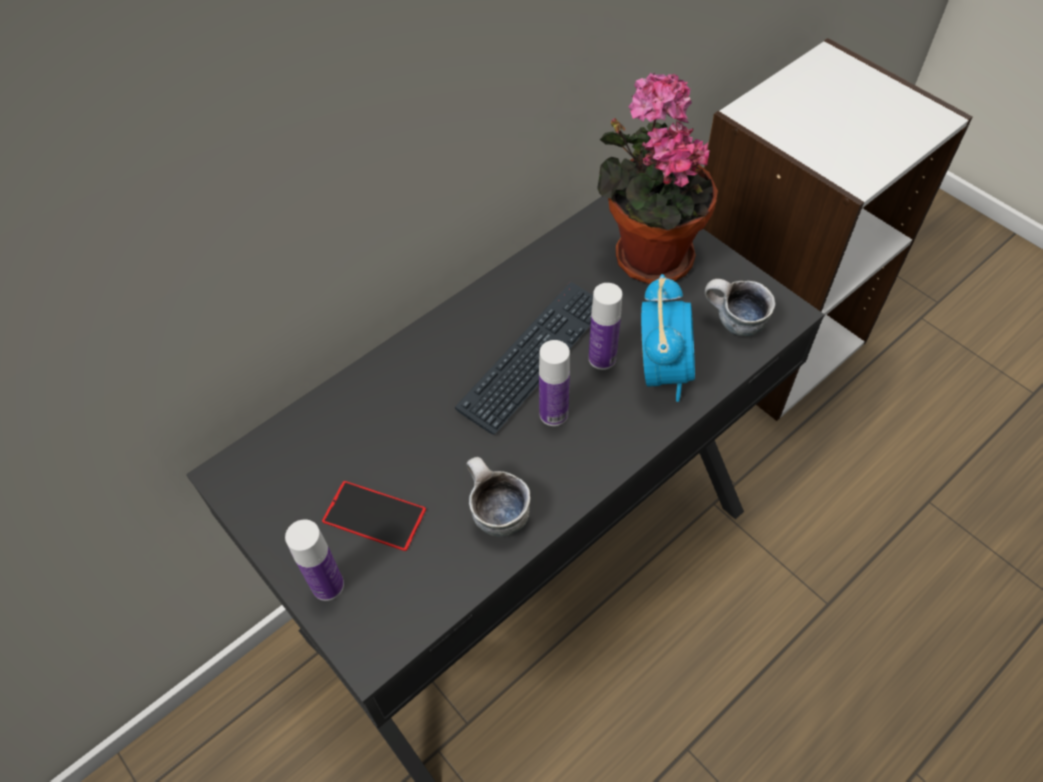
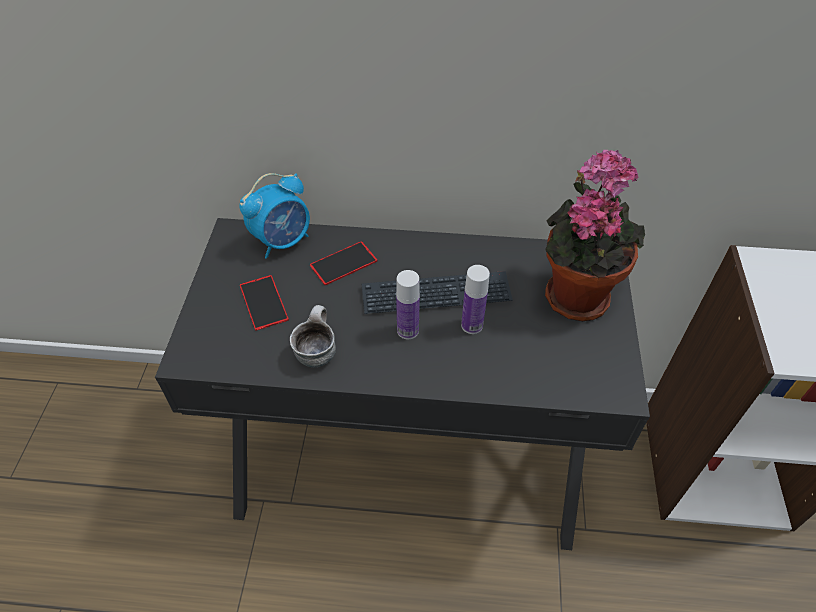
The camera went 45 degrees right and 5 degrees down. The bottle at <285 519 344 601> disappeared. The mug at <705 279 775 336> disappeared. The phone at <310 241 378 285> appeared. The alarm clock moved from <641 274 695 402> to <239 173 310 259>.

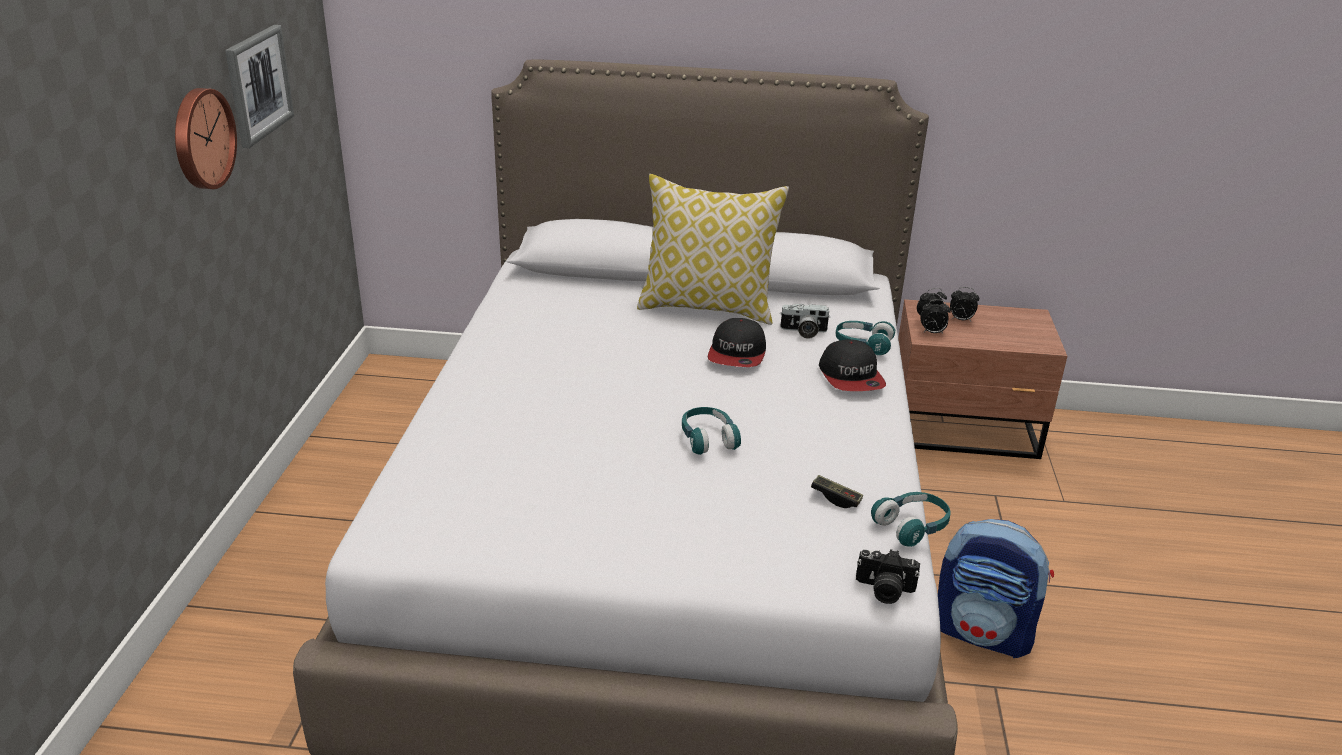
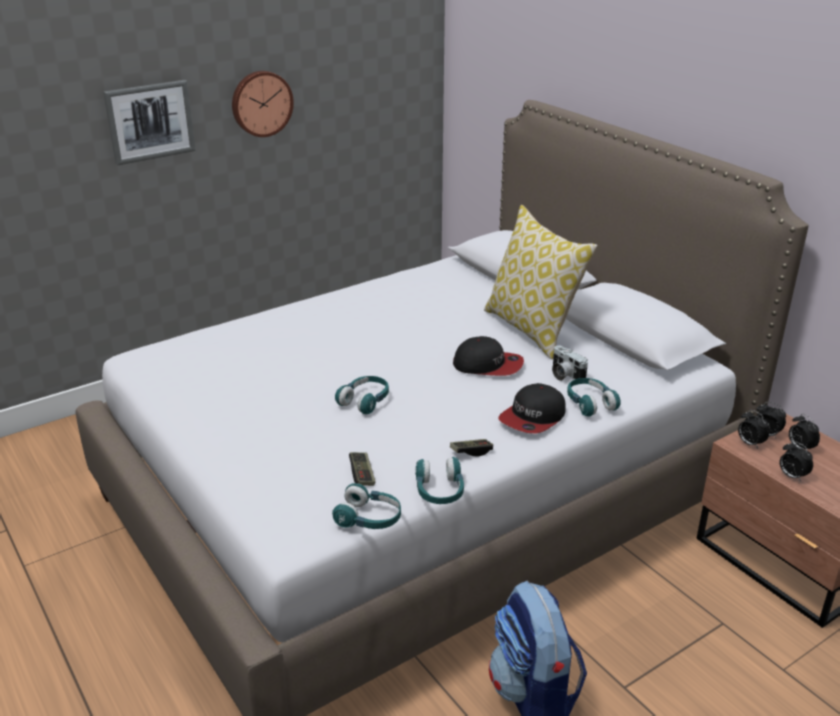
The camera went 50 degrees right and 0 degrees up. The photo camera at <856 549 920 604> disappeared. The turquoise headphones at <415 457 464 504> appeared. The game controller at <450 439 493 457> appeared. The alarm clock at <780 441 813 482> appeared. The picture moved from <225 25 294 148> to <103 80 196 165>. The cap at <708 318 766 367> turned 135 degrees counterclockwise.

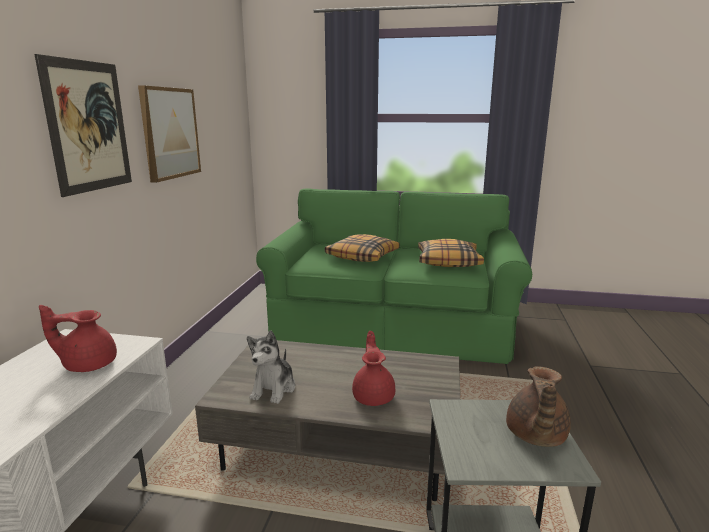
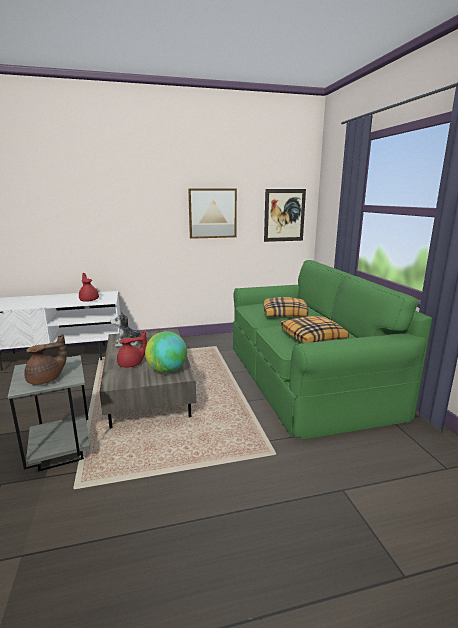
The camera went 65 degrees right and 0 degrees up. The globe at <145 331 187 373> appeared. The picture moved from <34 54 132 197> to <264 189 306 242>. The brown teapot at <506 366 571 447> turned 150 degrees clockwise.

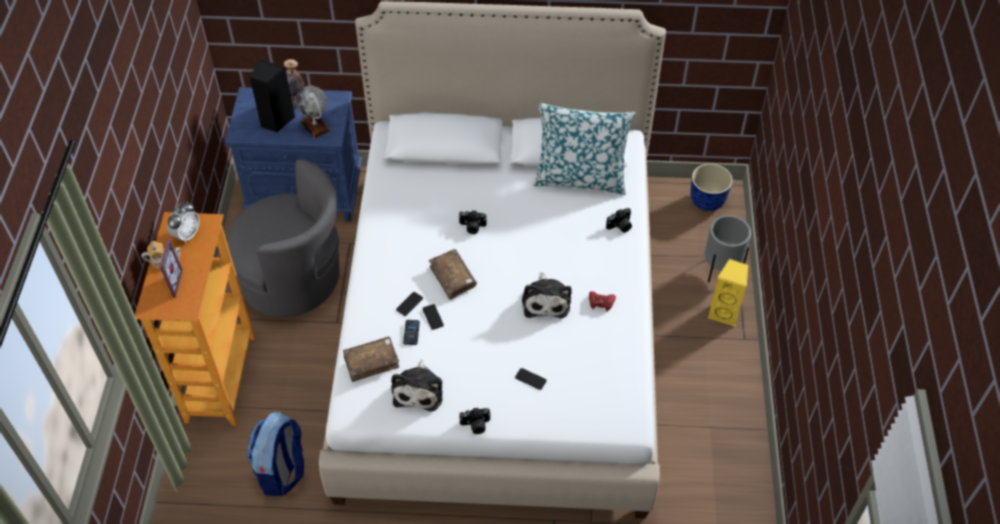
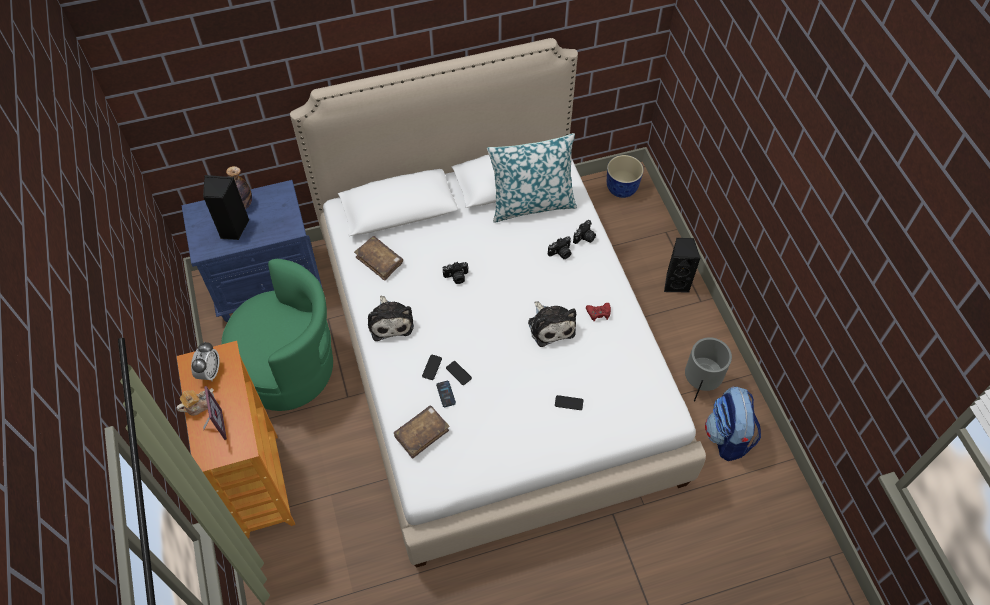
The camera went 20 degrees left and 5 degrees up. The globe at <295 86 331 139> disappeared. The backpack moved from <247 411 304 496> to <705 387 761 461>. The plush toy moved from <391 360 443 412> to <368 296 414 341>. The brown book moved from <429 249 477 300> to <354 236 403 281>. The photo camera moved from <459 408 491 434> to <548 236 572 259>. The grey planter moved from <705 215 751 283> to <685 337 732 401>. The grey armchair at <227 159 339 317> became the green armchair at <222 259 333 411>. The yellow speaker at <708 259 748 327> became the black speaker at <664 238 700 293>.

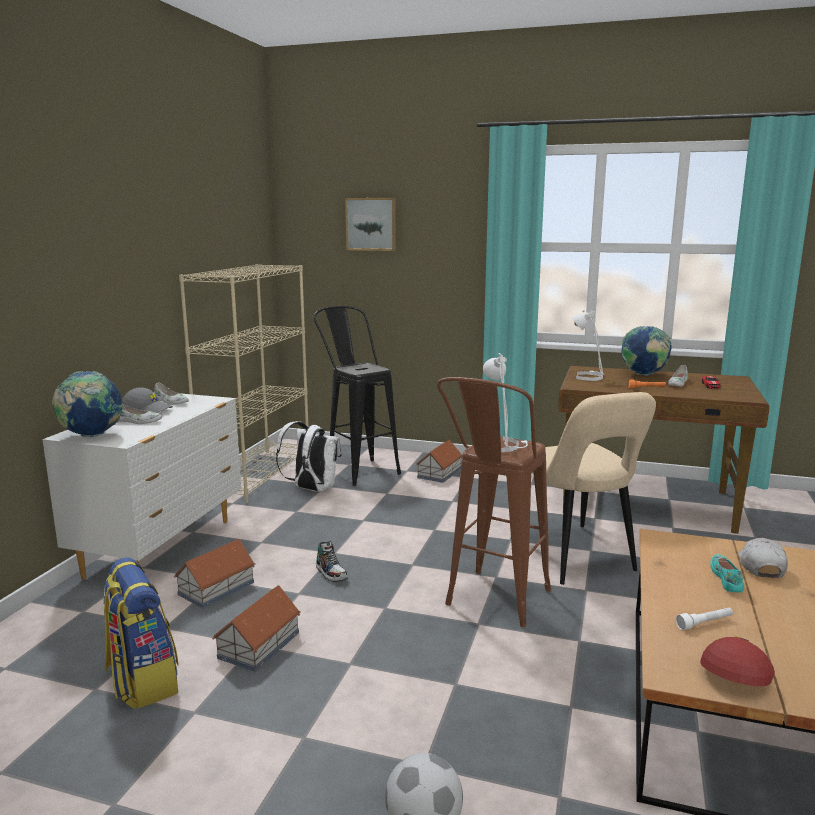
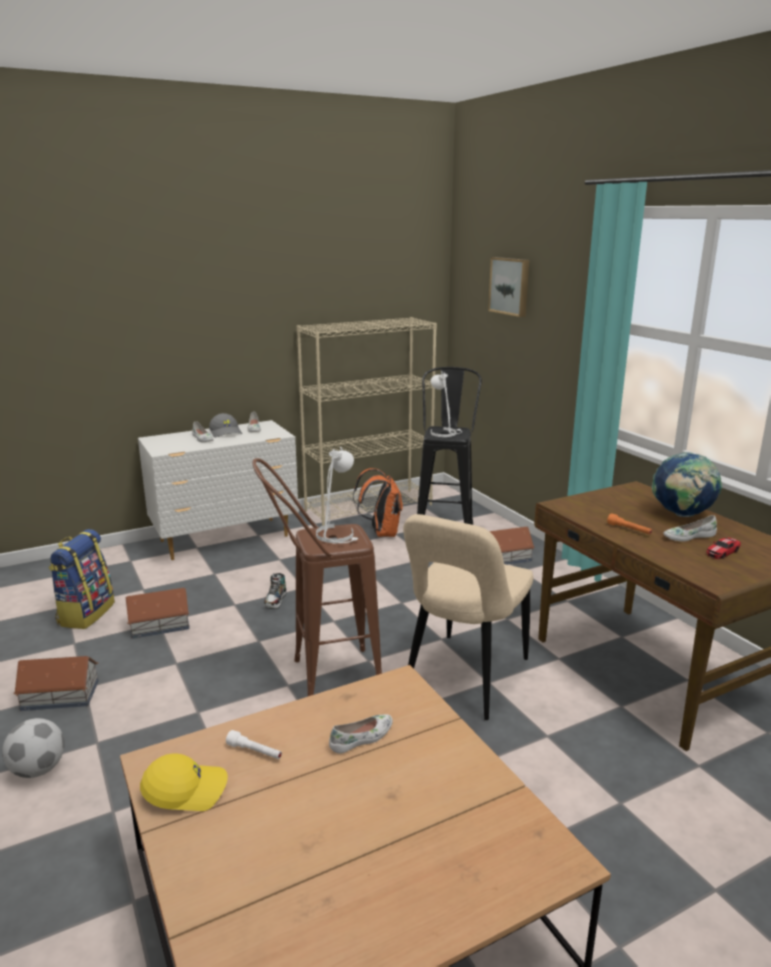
The camera went 45 degrees right and 5 degrees up. The globe at <52 371 123 437> disappeared. The white cap at <738 538 788 578> disappeared. The toy house moved from <174 539 255 608> to <14 656 99 711>. The white table lamp moved from <572 310 604 381> to <431 371 462 437>. The white backpack at <276 421 342 492> became the orange backpack at <353 468 403 537>. The red cap at <700 636 775 686> became the yellow cap at <140 754 228 811>. The turquoise shoe at <710 554 744 593> became the white shoe at <329 714 393 754>.

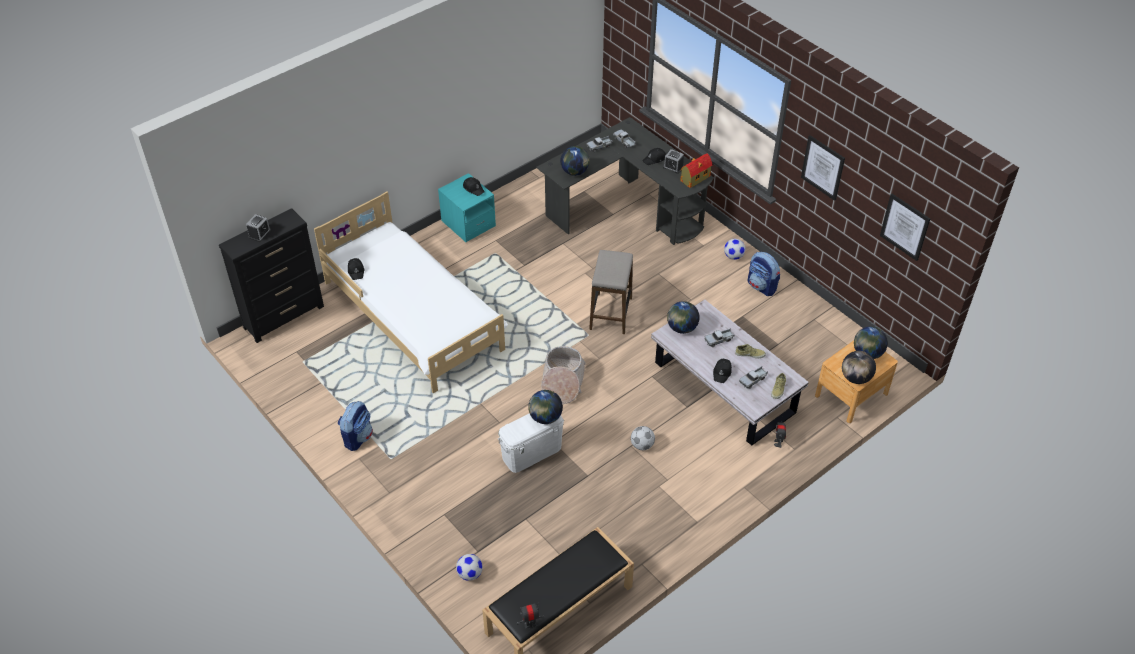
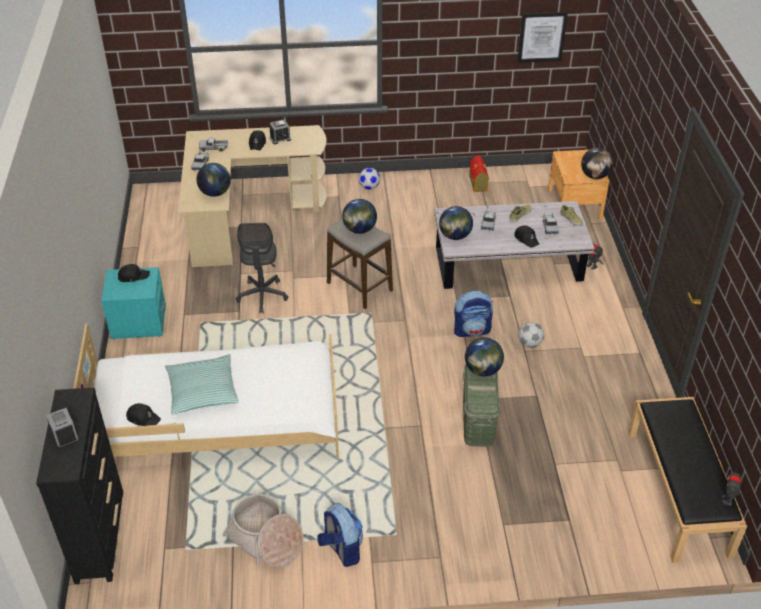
The camera went 55 degrees left and 5 degrees down. The football at <456 554 483 581> disappeared. The picture at <801 135 845 201> disappeared. The pillow at <165 354 239 415> appeared. The grey office chair at <236 223 288 313> appeared. The basket moved from <541 346 586 404> to <223 494 304 568>. The toy house moved from <680 153 712 188> to <469 155 489 192>. The backpack moved from <748 252 780 296> to <454 290 493 337>. The globe moved from <854 326 888 359> to <342 199 377 234>. The white storage box at <498 413 564 473> became the green storage box at <463 364 500 447>. The black desk at <536 117 714 245> became the beige desk at <178 125 327 267>.

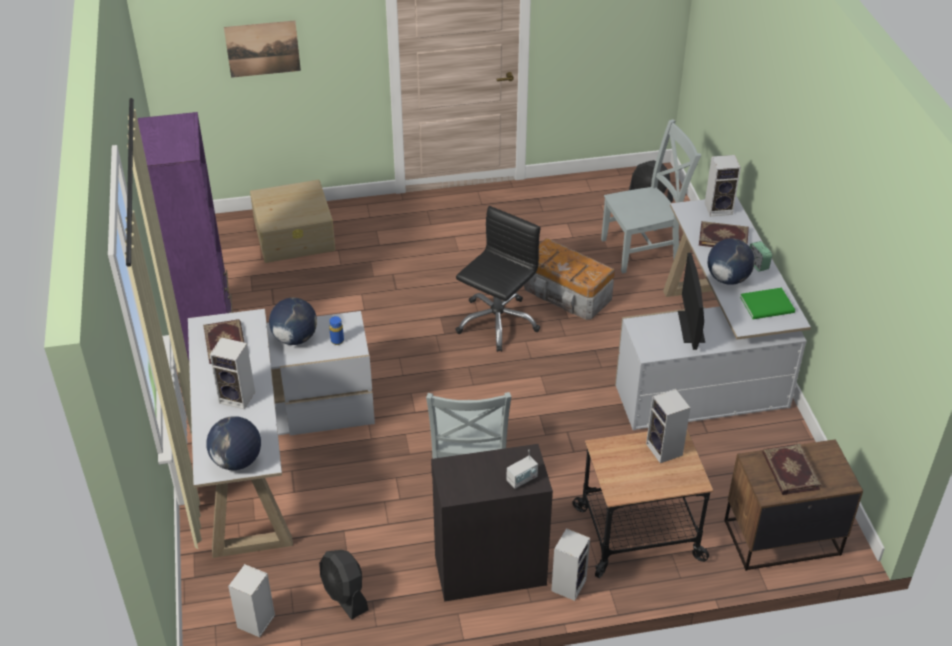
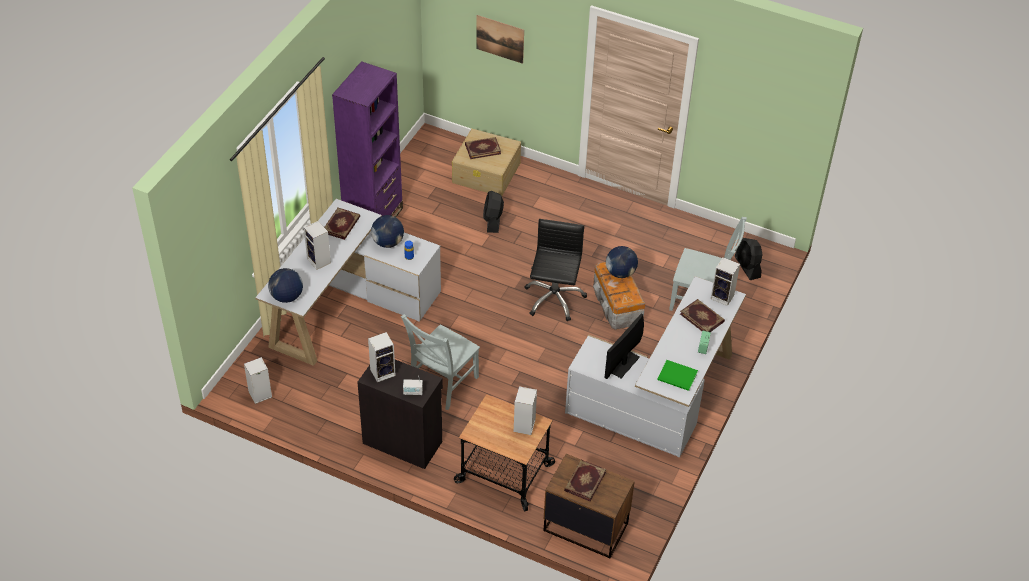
The camera went 35 degrees right and 5 degrees up. The book at <465 137 501 159> appeared. The black fan moved from <319 550 368 619> to <483 191 504 233>. The speaker moved from <551 528 590 601> to <368 332 396 382>. The globe moved from <708 238 755 285> to <606 246 638 278>. The black office chair at <455 206 540 352> turned 60 degrees counterclockwise.

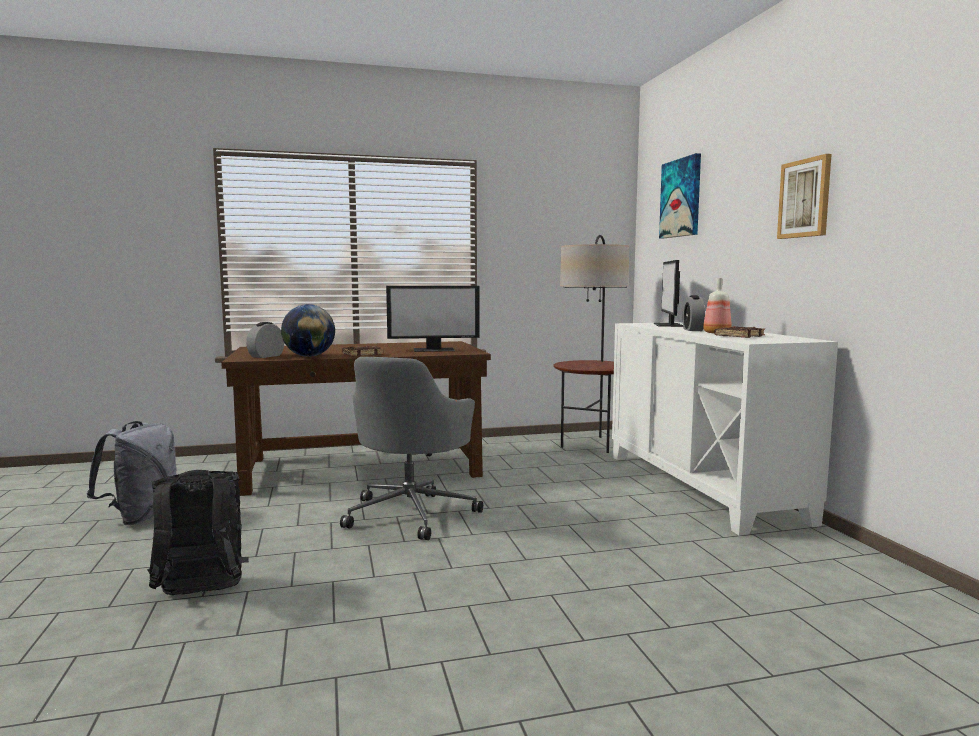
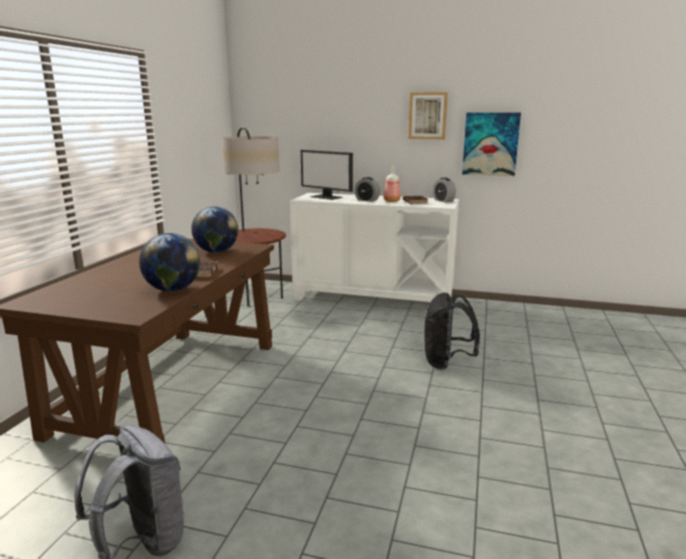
The camera went 60 degrees left and 10 degrees up. The grey office chair at <340 357 483 540> disappeared. The black backpack moved from <147 470 249 595> to <424 293 480 370>. The alarm clock moved from <246 322 284 358> to <433 178 456 203>. The picture moved from <659 153 701 239> to <462 113 521 176>. The monitor at <386 286 480 352> was replaced by the globe at <191 206 238 253>.

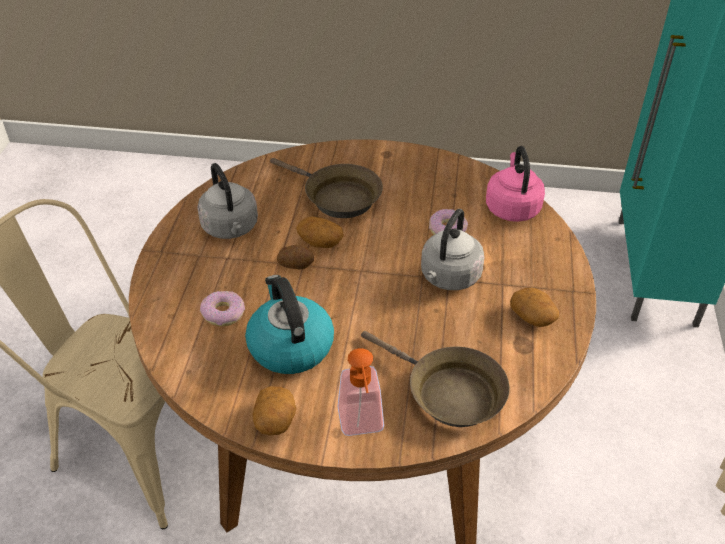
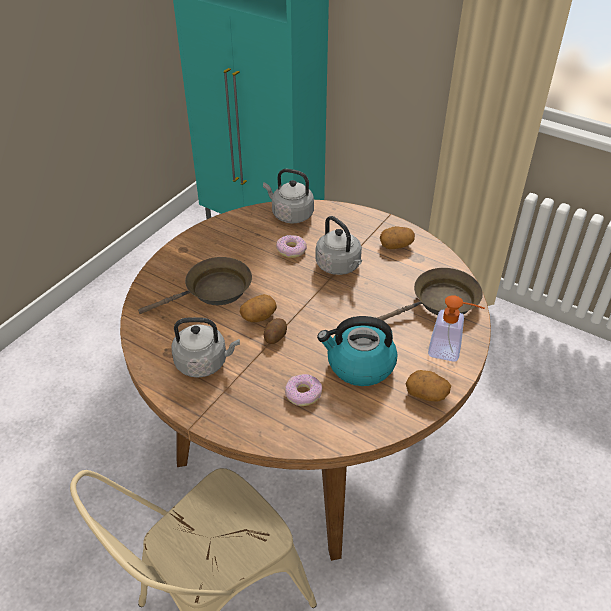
The camera went 65 degrees left and 0 degrees up. The pink kettle at <486 146 545 222> became the grey kettle at <263 169 314 223>.

